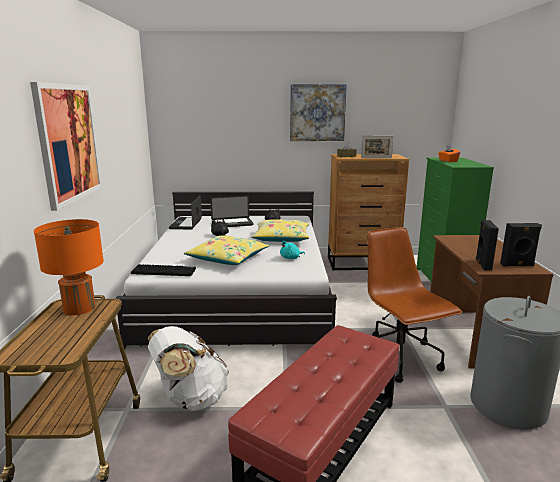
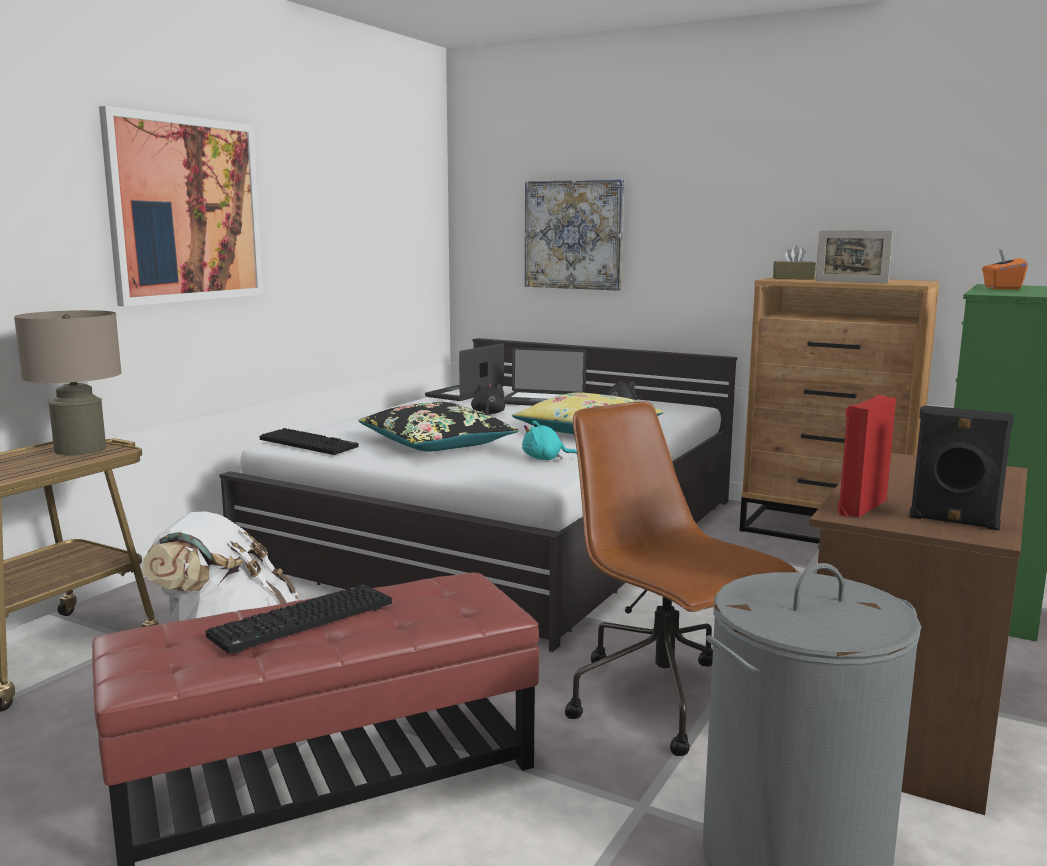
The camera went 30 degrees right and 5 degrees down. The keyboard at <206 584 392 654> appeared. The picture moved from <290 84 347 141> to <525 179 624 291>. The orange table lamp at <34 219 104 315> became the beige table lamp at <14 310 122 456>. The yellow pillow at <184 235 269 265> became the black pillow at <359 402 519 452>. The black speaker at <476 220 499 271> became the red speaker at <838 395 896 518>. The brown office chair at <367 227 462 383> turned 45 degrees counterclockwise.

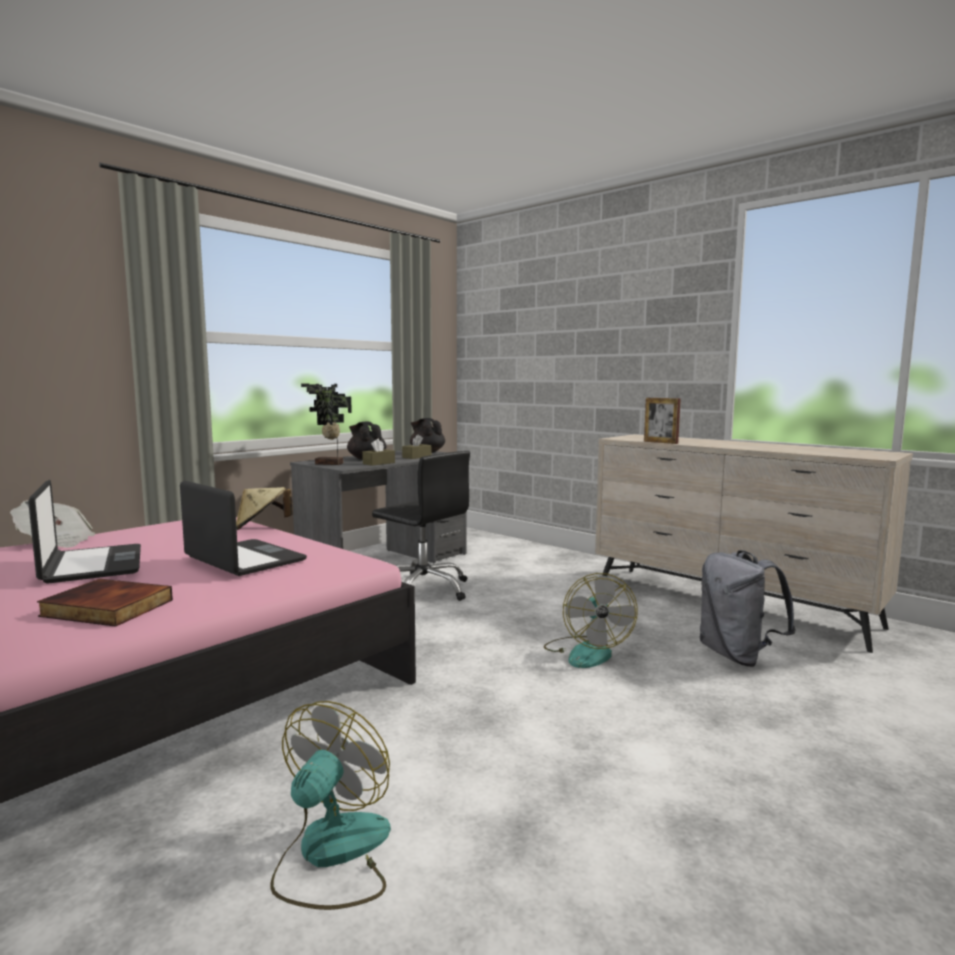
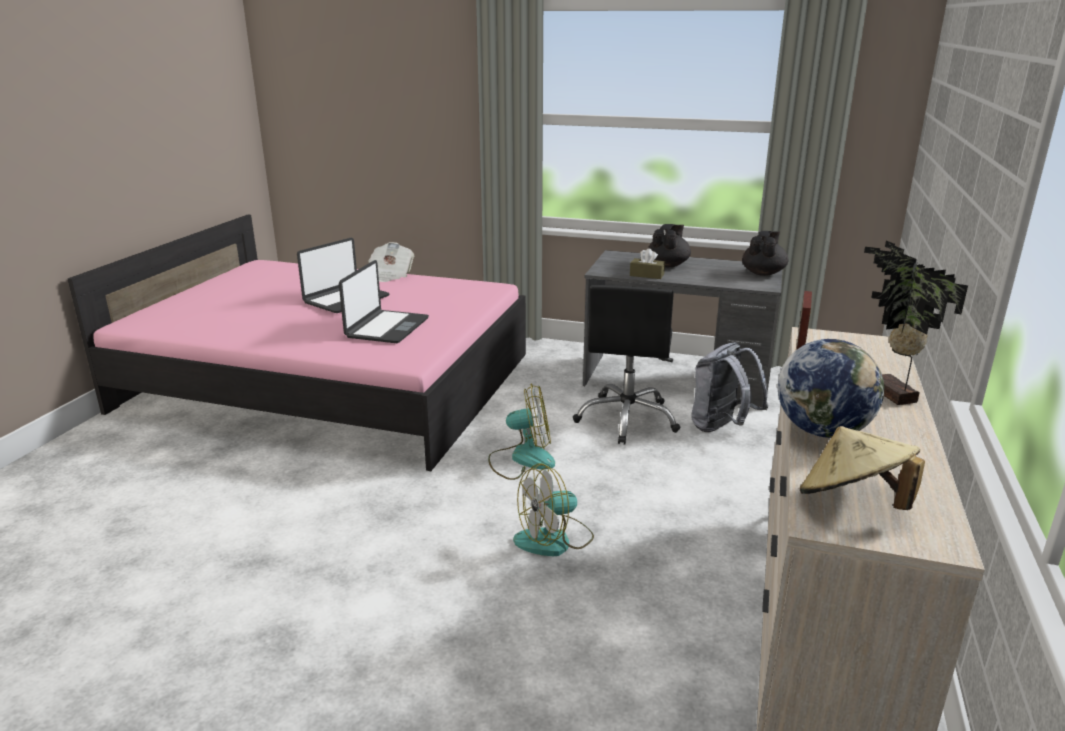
The camera went 65 degrees right and 15 degrees up. The book at <37 579 173 627> disappeared. The brown tissue box at <402 434 431 459> disappeared. The globe at <778 339 884 438> appeared. The beige hat moved from <236 487 293 530> to <800 426 925 510>. The fan moved from <270 701 391 910> to <488 383 555 480>. The potted plant moved from <301 383 352 465> to <864 241 968 405>. The grey backpack moved from <700 550 796 667> to <691 342 768 432>.

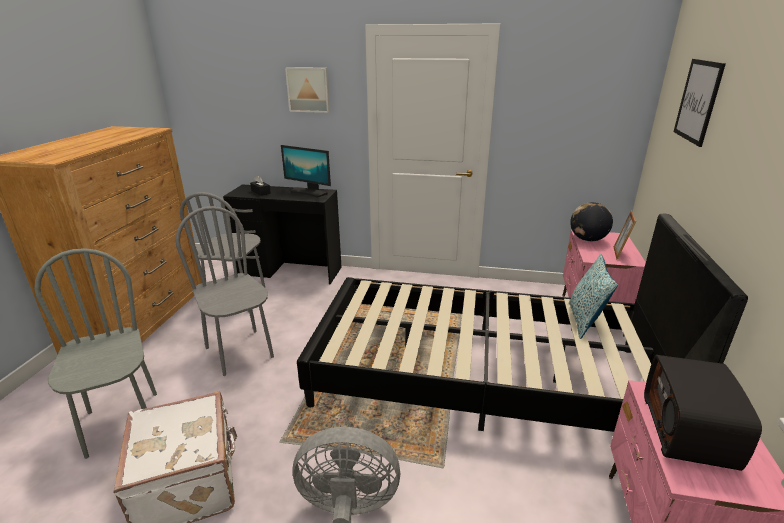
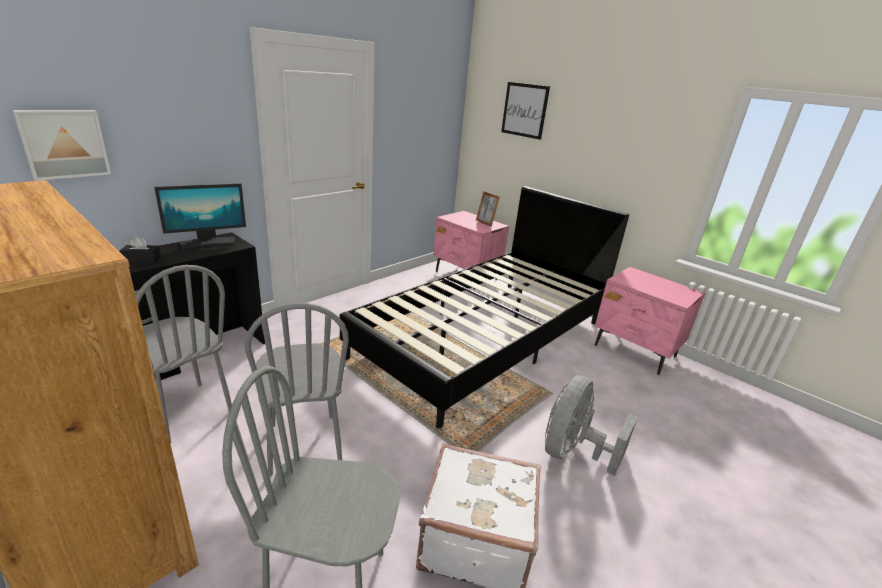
The camera went 60 degrees left and 0 degrees up. The pillow at <569 254 618 339> disappeared. The globe at <570 202 613 242> disappeared. The radio at <644 355 762 471> disappeared. The picture moved from <285 67 330 113> to <12 110 111 181>. The grey chair at <176 206 274 376> turned 105 degrees counterclockwise.

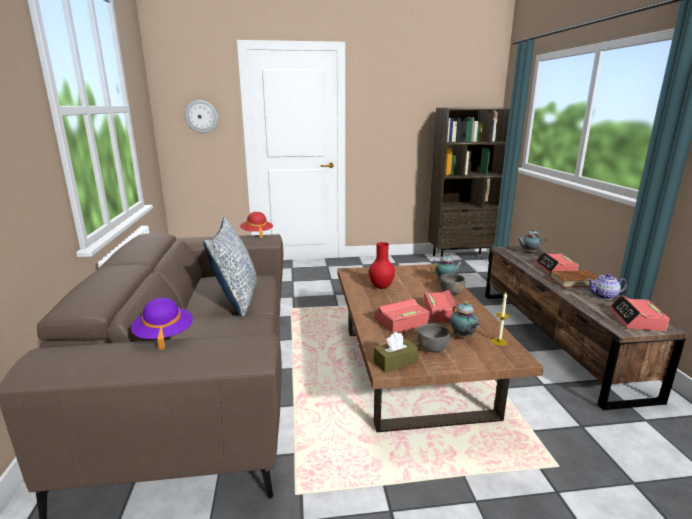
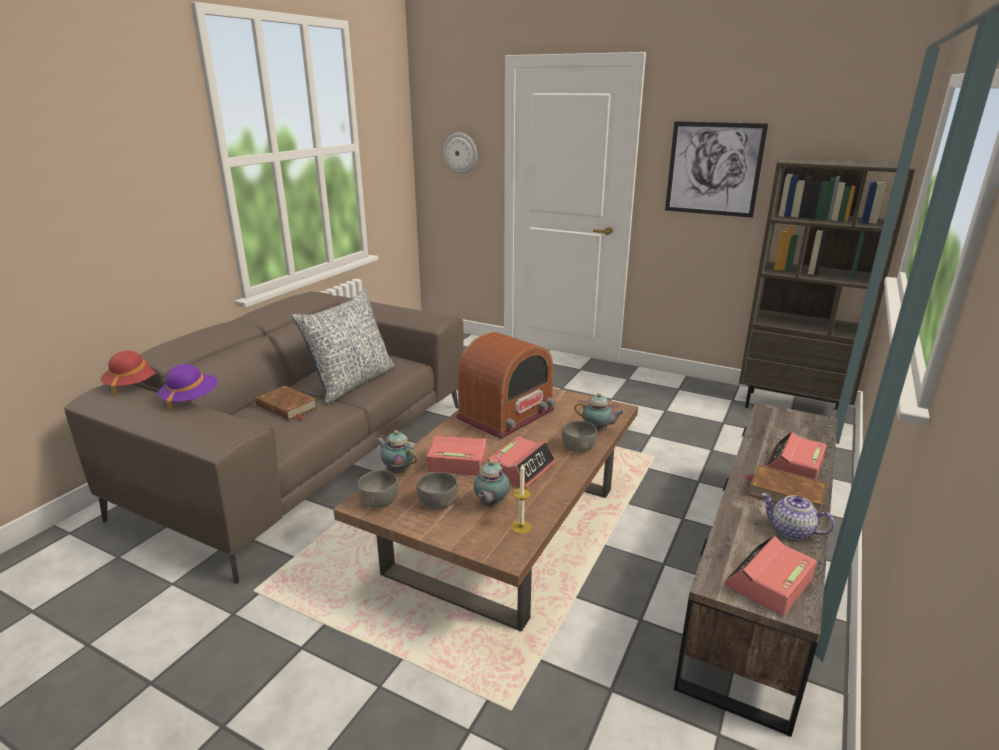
The camera went 35 degrees right and 5 degrees up. The brown book at <256 386 317 420> appeared. The picture at <665 121 768 218> appeared. The red hat moved from <240 212 273 238> to <101 350 155 396>. The teapot moved from <517 229 547 253> to <376 430 417 474>. The red vase at <369 242 395 289> was replaced by the radio at <456 332 555 439>. The brown tissue box at <374 332 418 373> was replaced by the grey bowl at <357 470 399 508>.

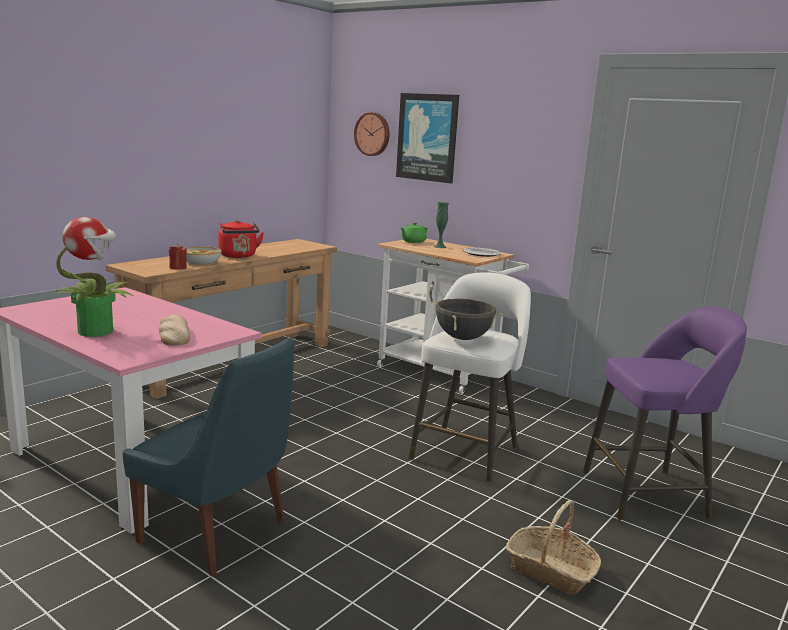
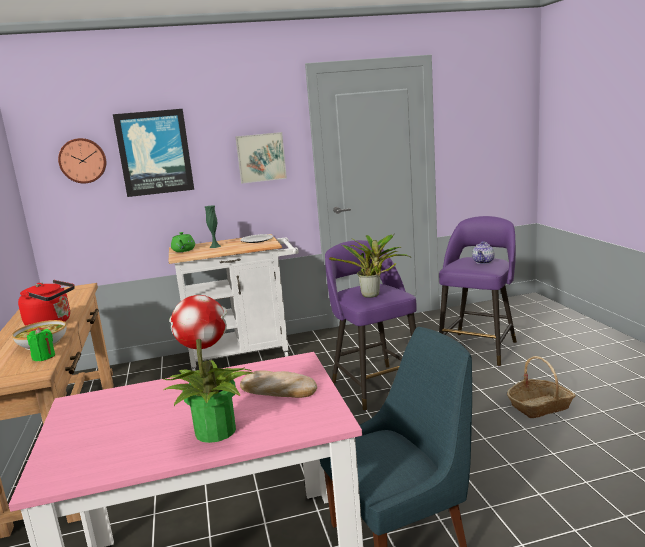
The camera went 50 degrees left and 0 degrees up. The picture at <235 132 287 183> appeared. The teapot at <472 241 495 264> appeared. The black cooking pot at <431 299 503 340> was replaced by the potted plant at <329 233 410 298>. The red candle at <169 244 187 270> became the green candle at <27 328 55 361>. The white stool at <409 272 531 483> became the purple stool at <325 240 417 411>.

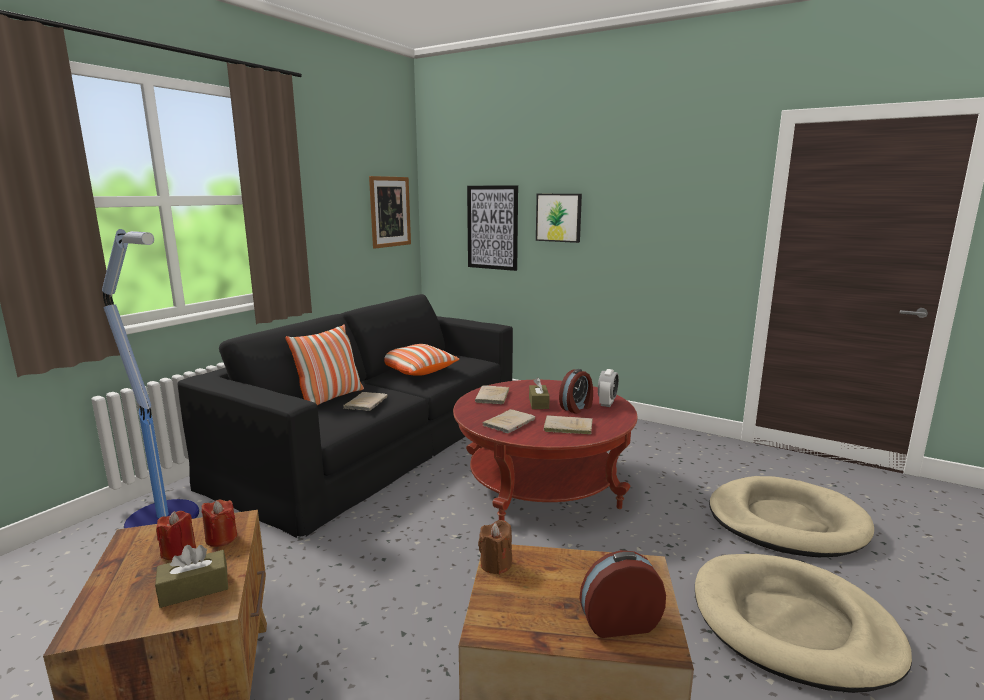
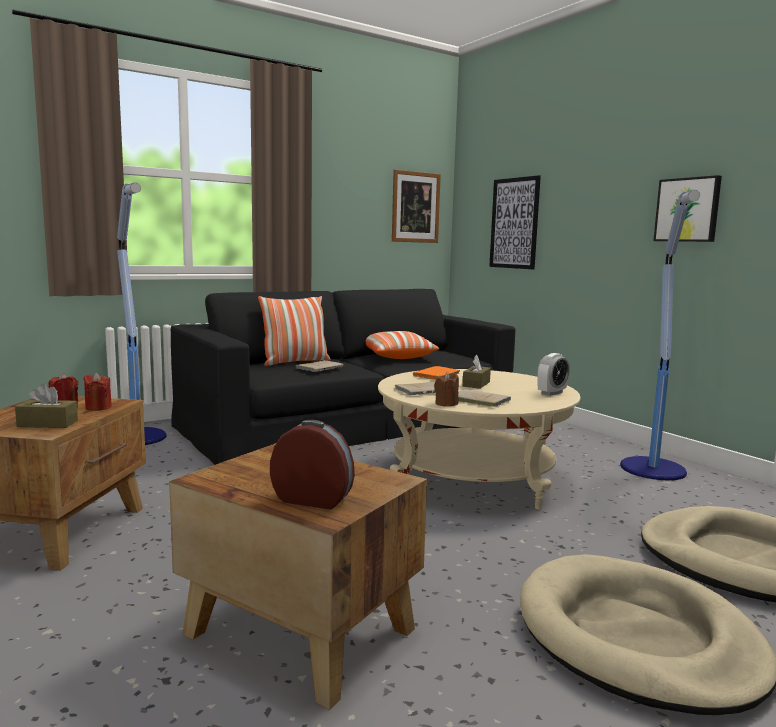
The camera went 25 degrees right and 5 degrees down. The alarm clock at <559 369 593 414> disappeared. The floor lamp at <620 190 700 480> appeared. The brown candle moved from <478 520 512 575> to <434 372 459 406>. The picture moved from <536 194 582 243> to <653 175 722 242>. The red coffee table at <453 380 638 520> became the beige coffee table at <378 369 580 510>. The beige book at <475 385 509 404> became the orange book at <413 366 460 380>.

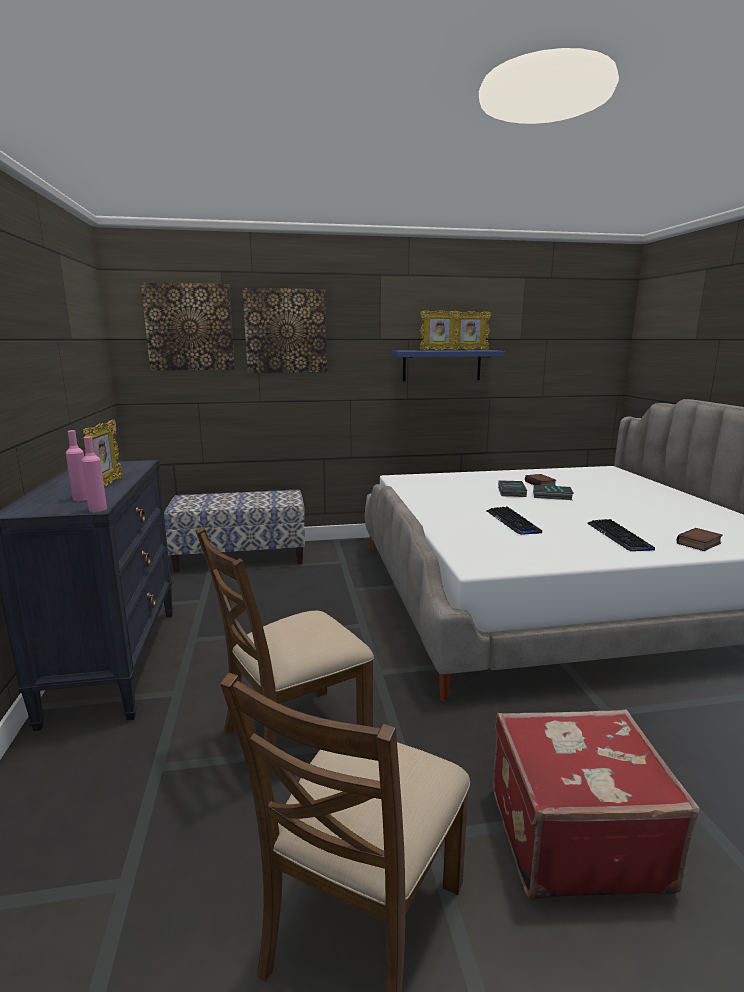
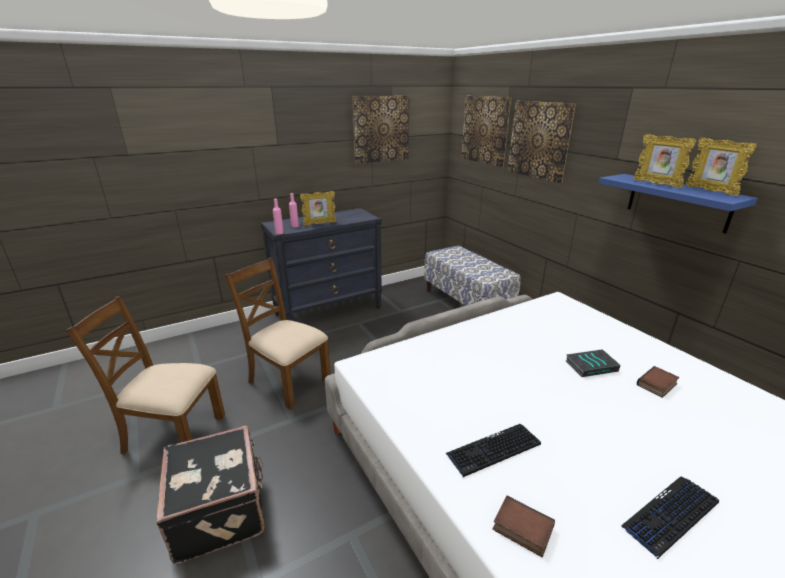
The camera went 70 degrees right and 10 degrees up. The book at <533 485 574 500> disappeared. The picture at <352 96 409 164> appeared. The keyboard moved from <486 506 542 535> to <621 476 719 559>. The red suitcase at <493 710 699 899> became the black suitcase at <156 426 264 564>.

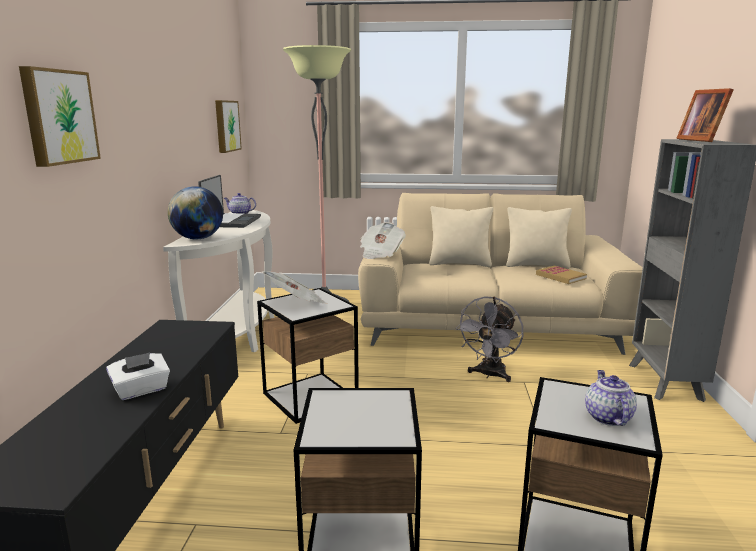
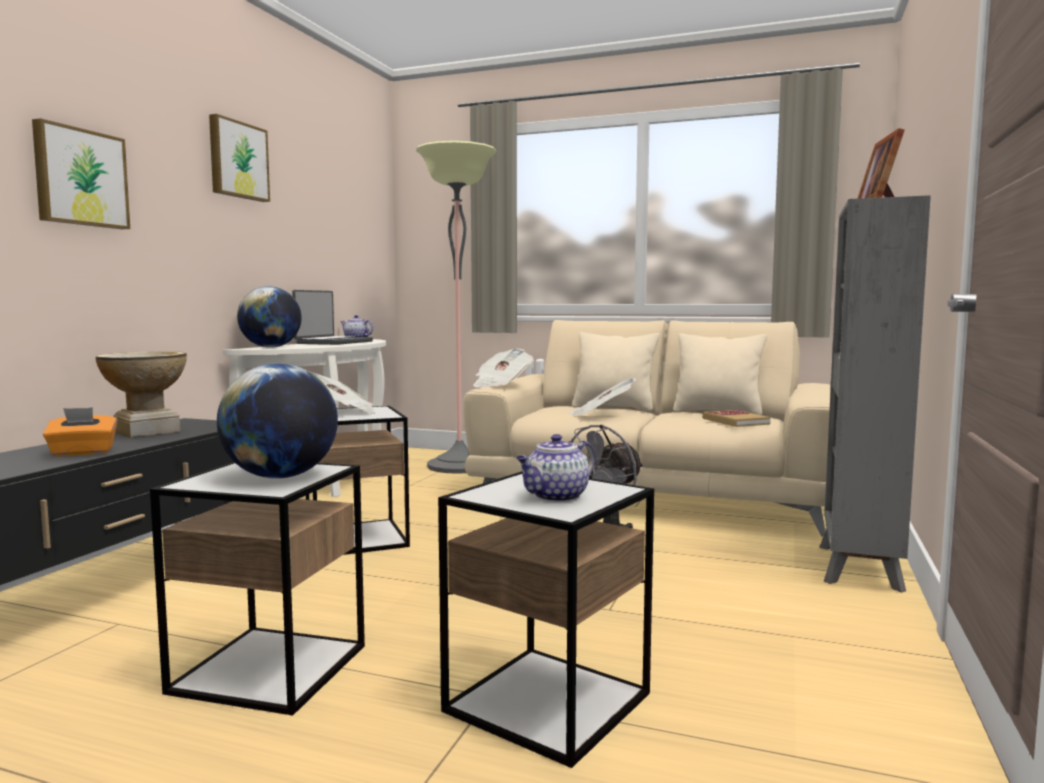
The camera went 15 degrees right and 10 degrees down. The vase at <96 351 187 438> appeared. The globe at <217 363 338 479> appeared. The newspaper at <569 378 636 415> appeared. The picture moved from <215 100 242 153> to <209 114 270 202>. The white tissue box at <106 353 170 400> became the orange tissue box at <43 407 117 456>. The teapot at <585 370 637 426> turned 150 degrees counterclockwise.

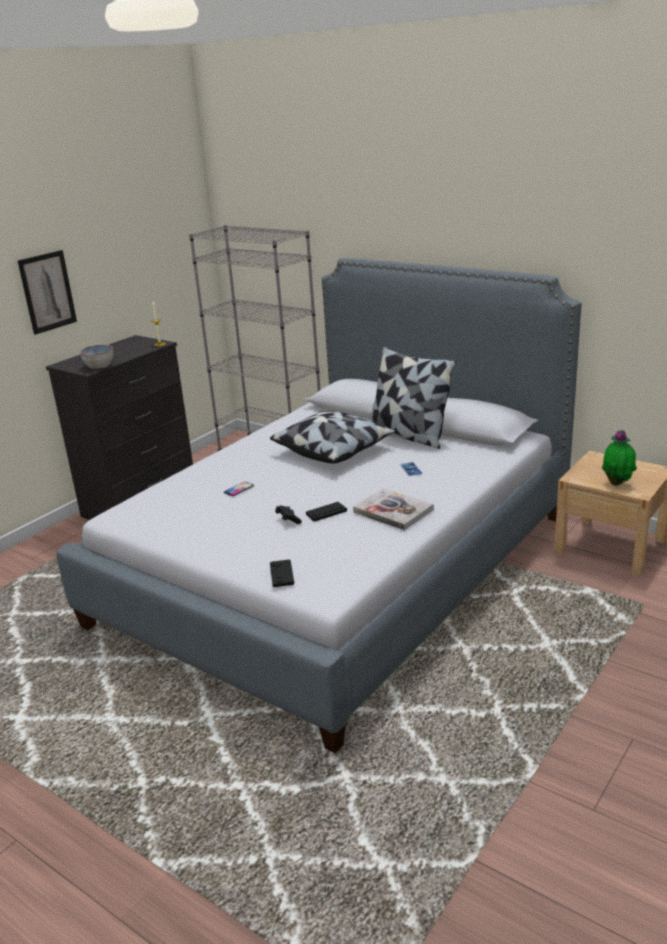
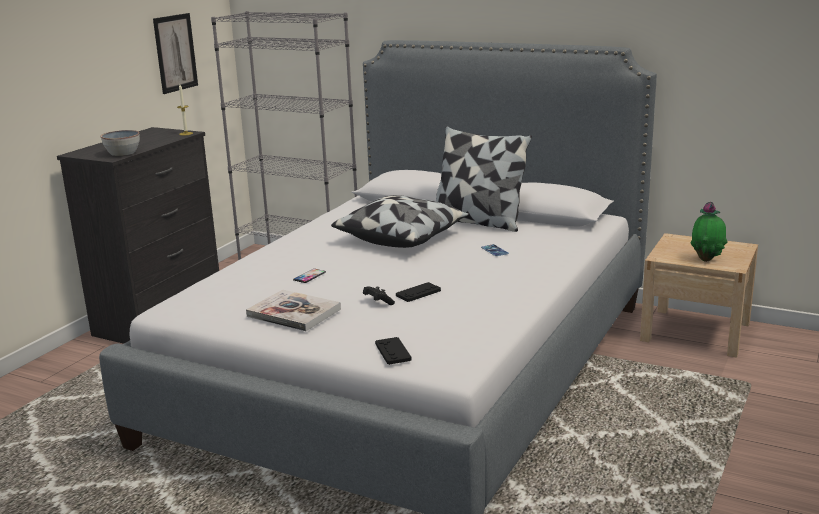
The camera went 10 degrees left and 5 degrees down. The picture moved from <17 250 77 335> to <153 13 198 94>. The book moved from <353 488 434 530> to <246 290 341 331>.

